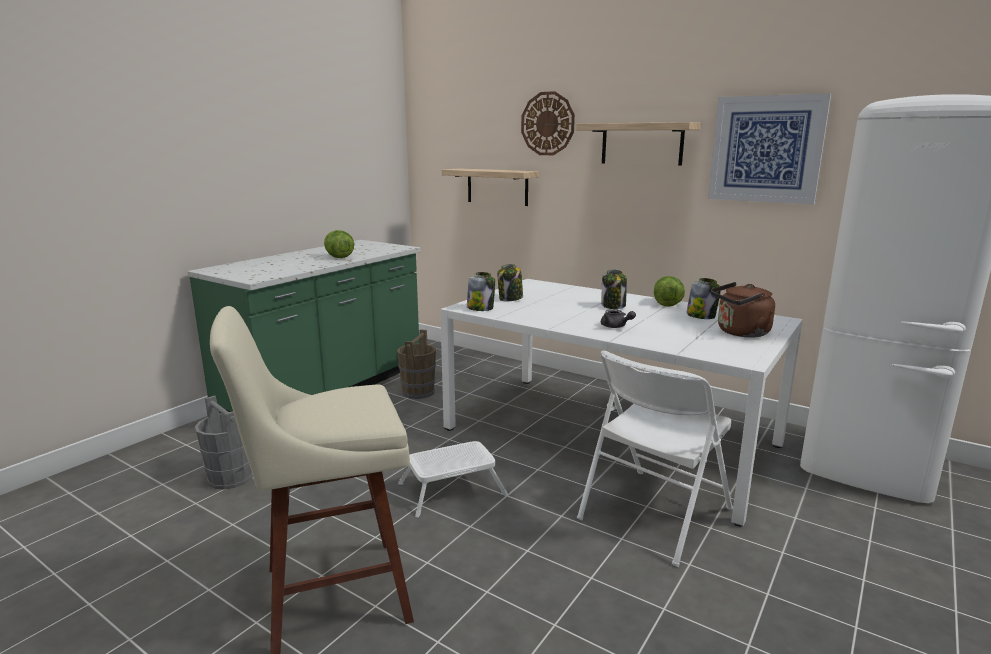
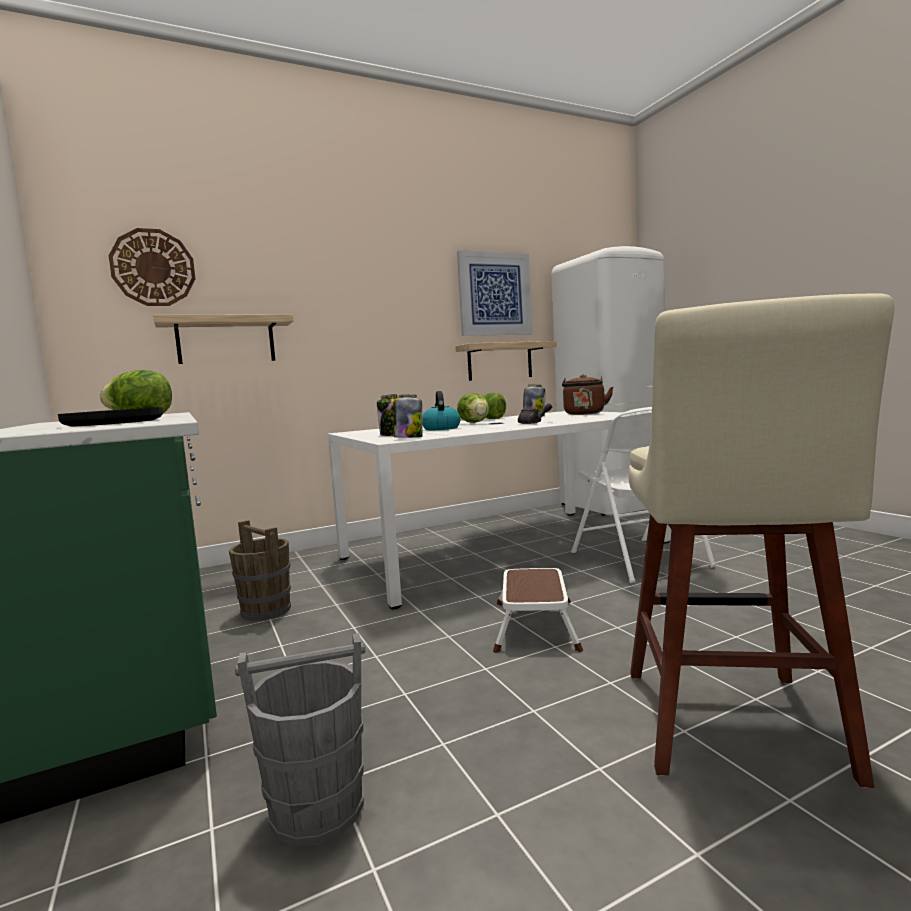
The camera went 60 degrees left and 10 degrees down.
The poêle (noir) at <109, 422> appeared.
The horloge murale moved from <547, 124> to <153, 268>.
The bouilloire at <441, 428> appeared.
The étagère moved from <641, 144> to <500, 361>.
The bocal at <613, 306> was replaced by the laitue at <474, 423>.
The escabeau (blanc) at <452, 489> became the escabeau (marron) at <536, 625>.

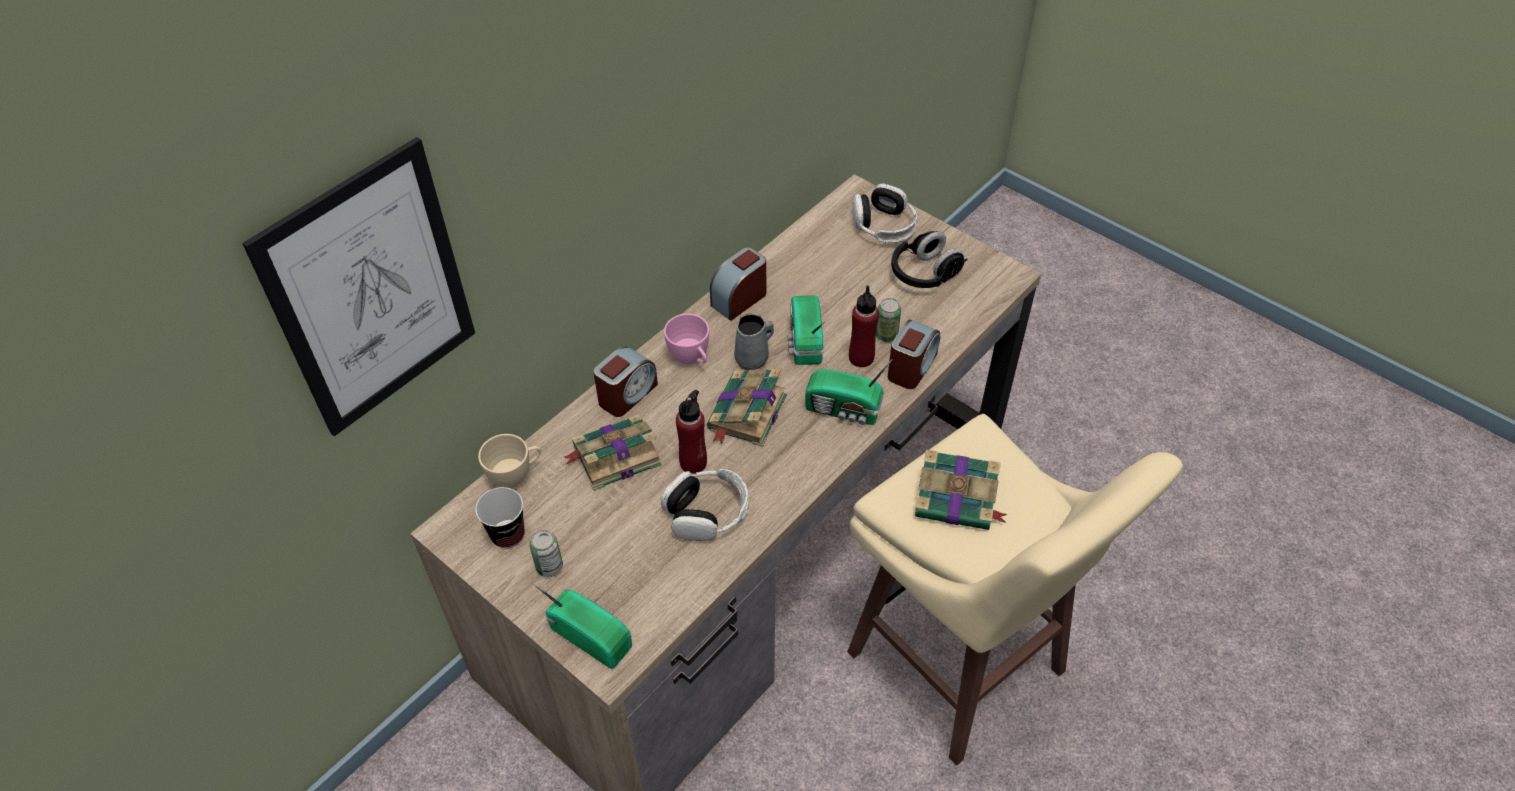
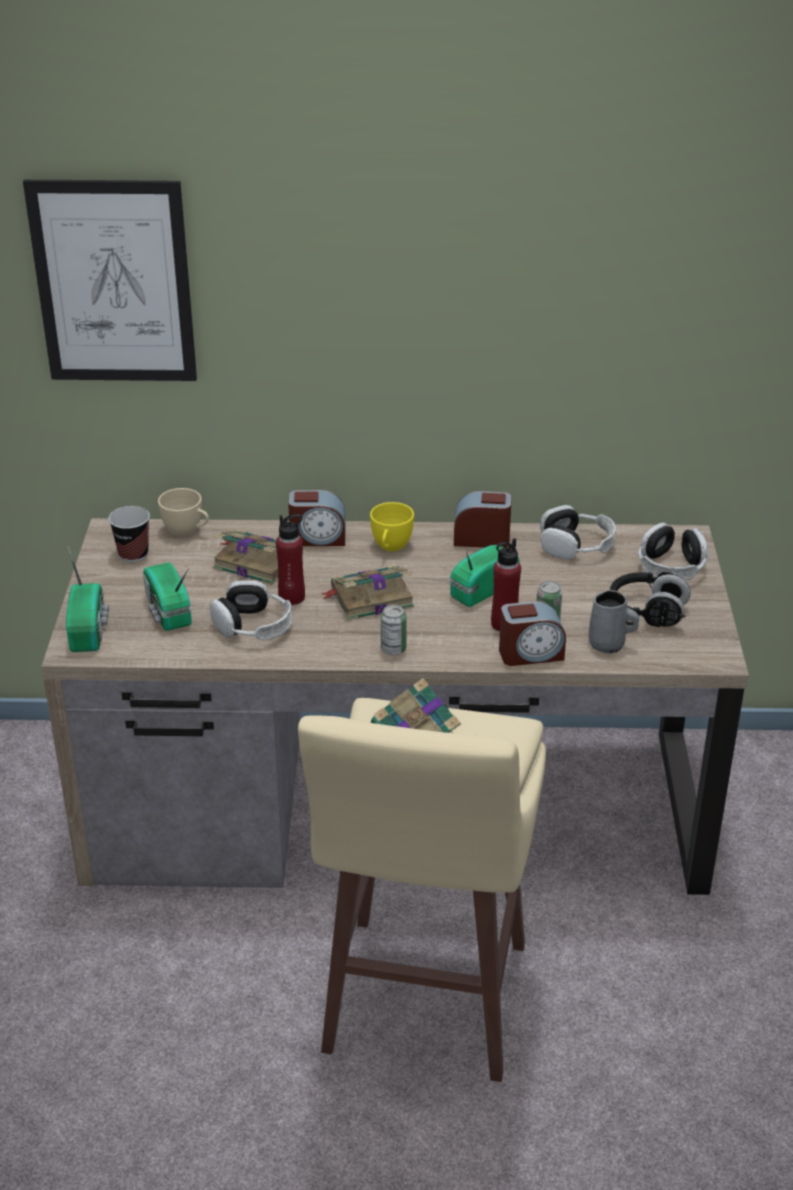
The camera went 50 degrees right and 15 degrees down.
The radio moved from <844, 410> to <167, 611>.
The tasse (rose) at <691, 358> became the tasse (jaune) at <390, 547>.
The boîte métallique moved from <549, 567> to <393, 649>.
The casque audio at <576, 545> appeared.
The mug (gris) moved from <753, 359> to <608, 645>.

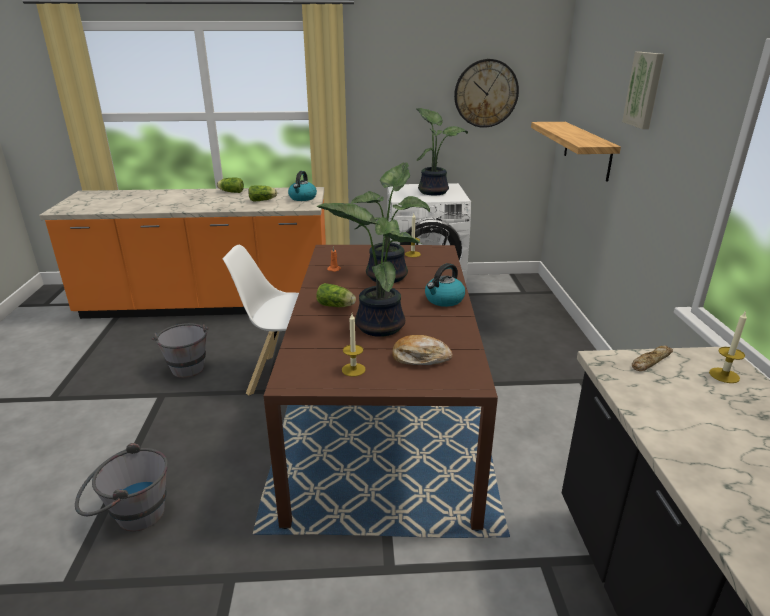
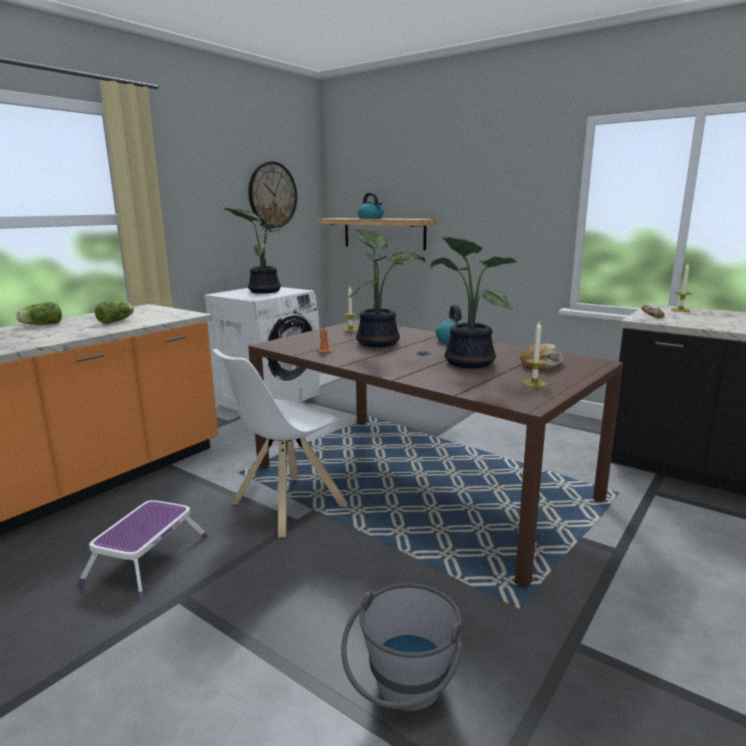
The camera went 50 degrees left and 10 degrees down.
The seau (gris) at <186, 365> was replaced by the escabeau (violet) at <147, 559>.
The bouilloire moved from <302, 198> to <371, 218>.
The laitue at <337, 306> disappeared.
The tableau at <645, 90> disappeared.

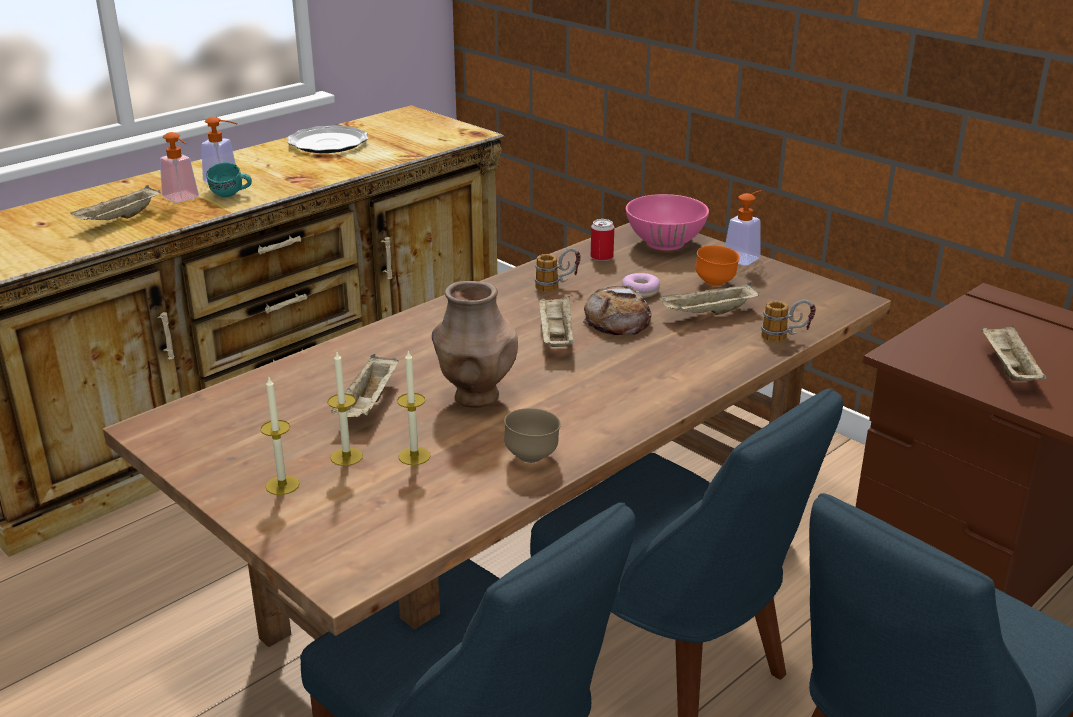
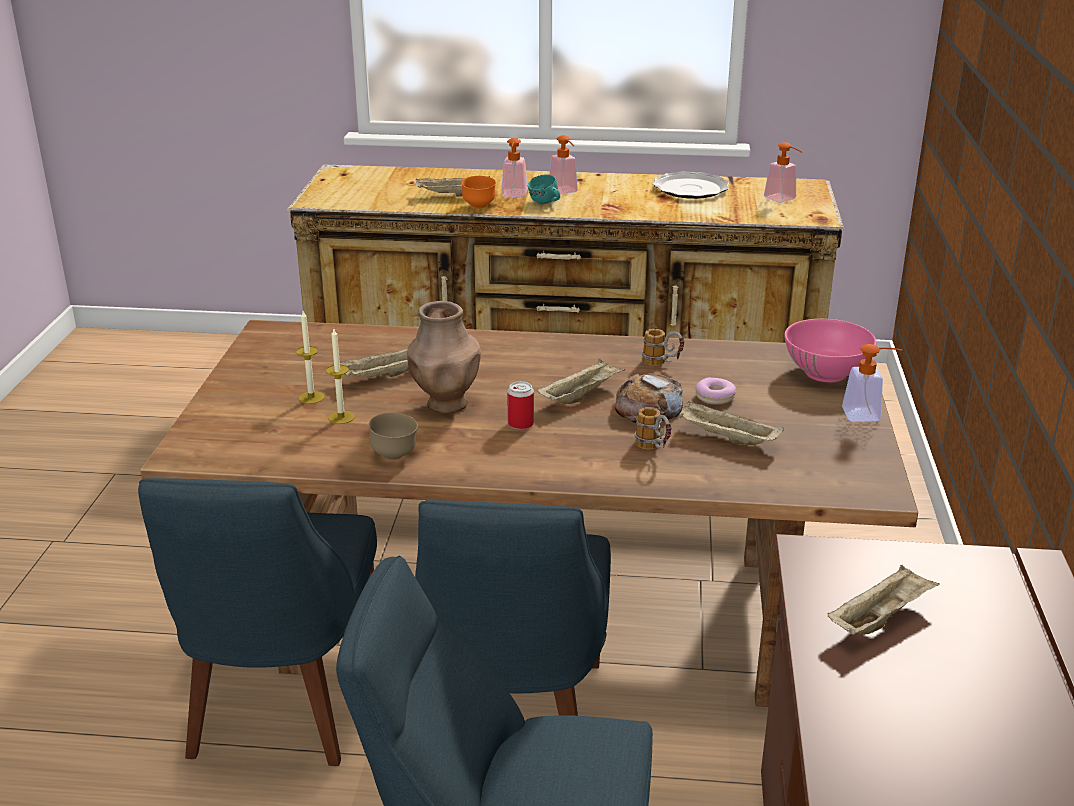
The camera went 50 degrees right and 0 degrees up.
The bol (orange) moved from <715, 284> to <479, 207>.
The boîte métallique moved from <601, 257> to <520, 424>.
The mug moved from <786, 337> to <654, 449>.
The distributeur de savon at <783, 200> appeared.
The bougie at <282, 485> disappeared.

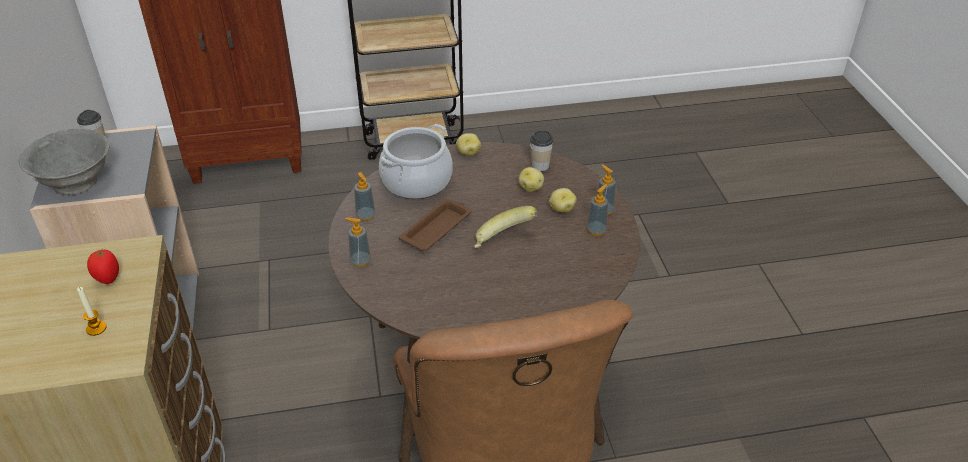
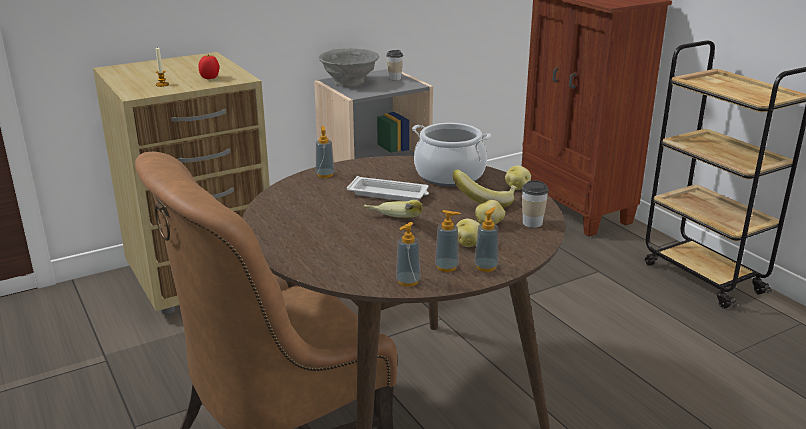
The camera went 70 degrees right and 15 degrees down.
The plateau (marron) at <437, 228> became the plateau (blanc) at <389, 194>.
The distributeur de savon moved from <366, 216> to <408, 281>.
The banane at <485, 201> appeared.

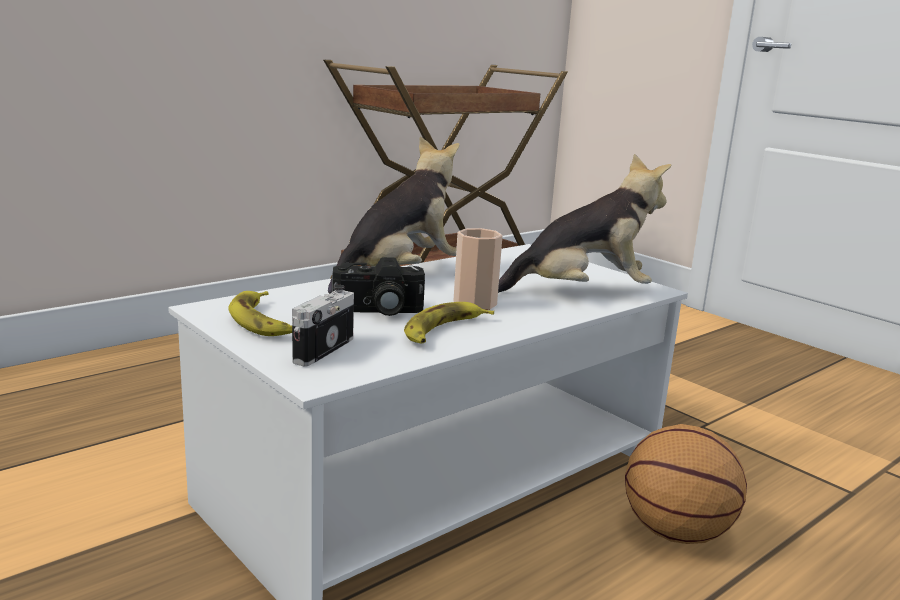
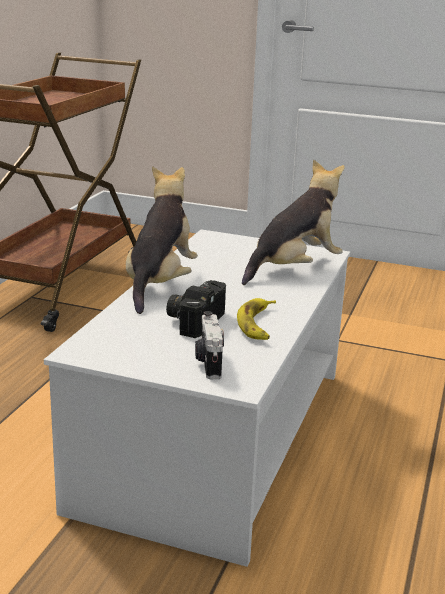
The camera went 30 degrees left and 5 degrees up.
The appareil photo at <377, 311> turned 150 degrees clockwise.
The banane at <262, 321> disappeared.
The tasse at <475, 303> disappeared.
The ballon de basket at <675, 533> disappeared.

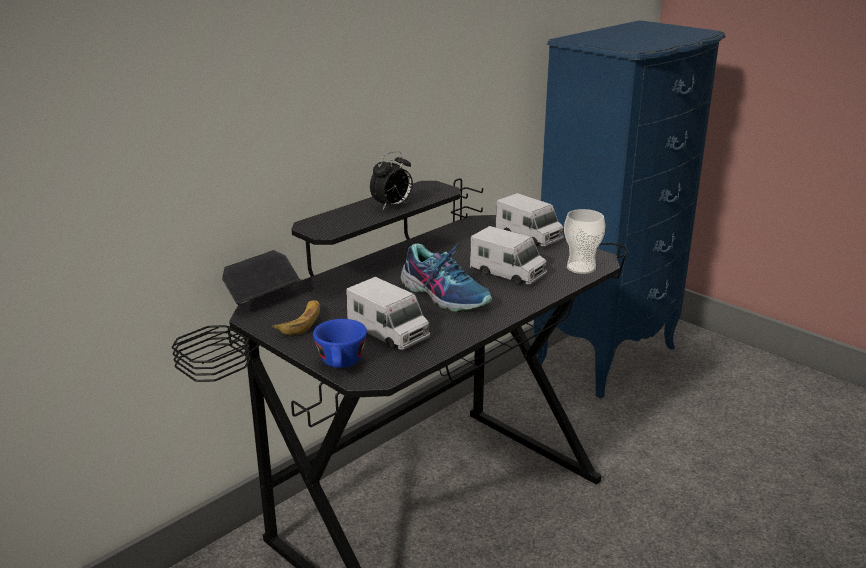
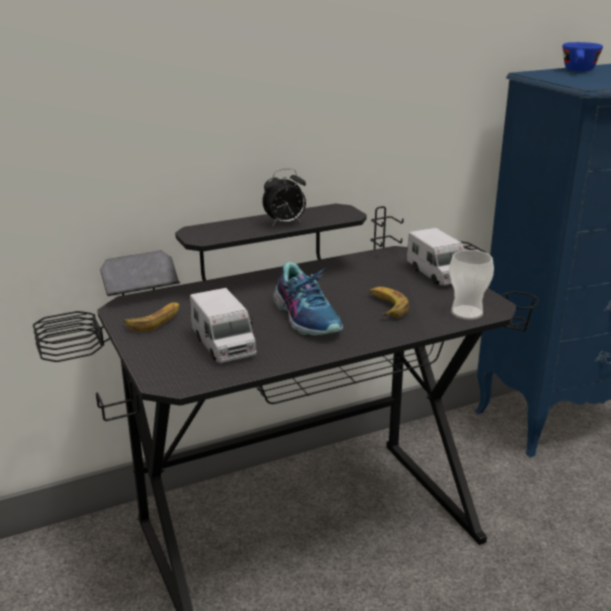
The camera went 20 degrees right and 0 degrees up.
The camion jouet at <508, 273> was replaced by the banane at <386, 307>.
The tasse (bleu) moved from <341, 364> to <579, 71>.

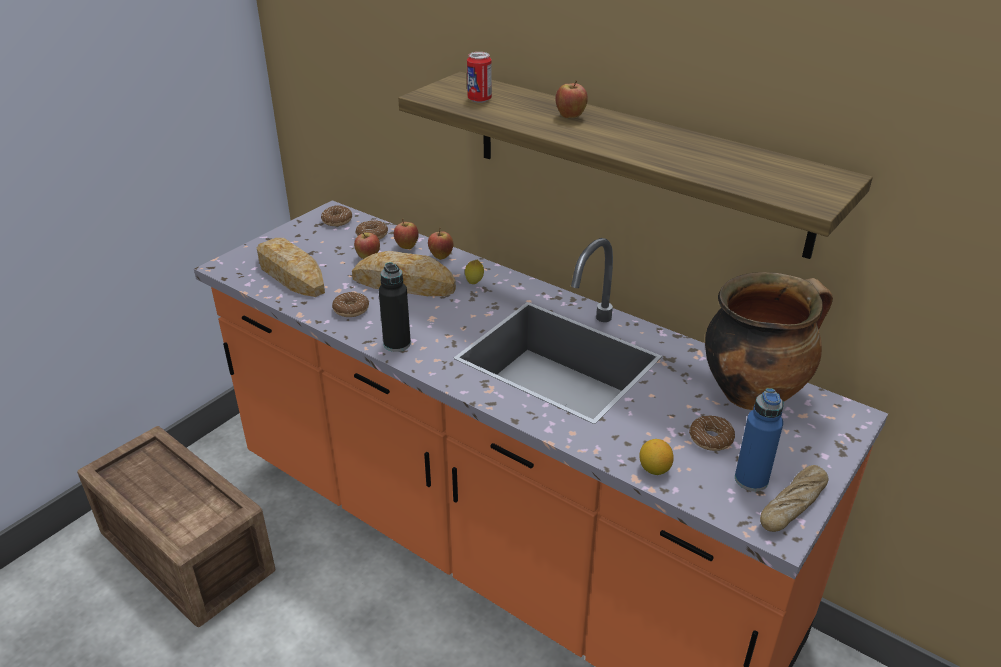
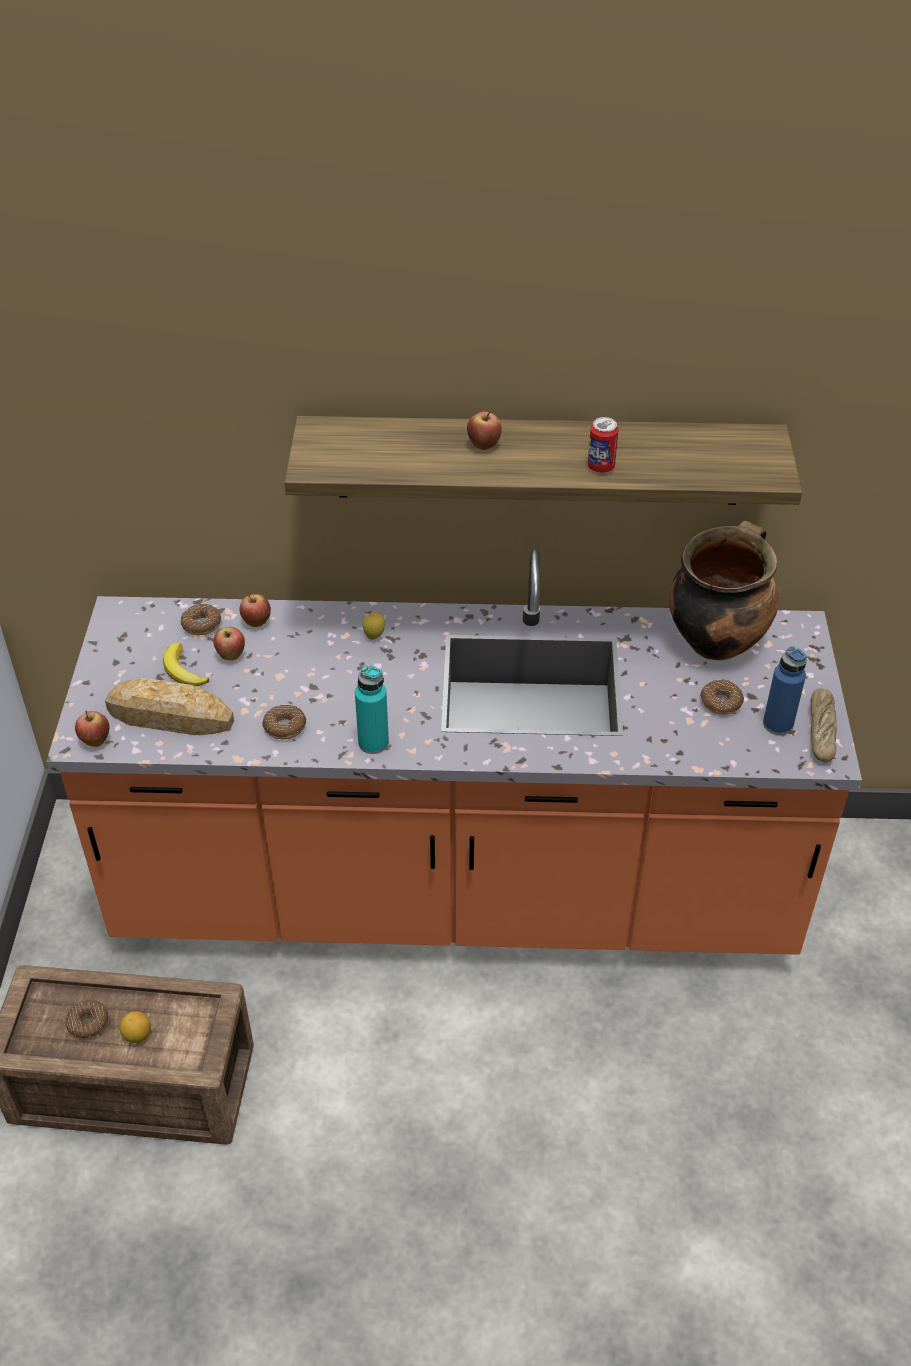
The camera went 35 degrees left and 10 degrees up.
The beignet moved from <337, 221> to <88, 1023>.
The pomme moved from <441, 257> to <95, 741>.
The citron moved from <654, 469> to <137, 1035>.
The banane at <183, 670> appeared.
The bouteille (noir) at <397, 344> became the bouteille (turquoise) at <373, 742>.
The boîte métallique moved from <479, 100> to <601, 467>.
The pain at <404, 283> disappeared.

